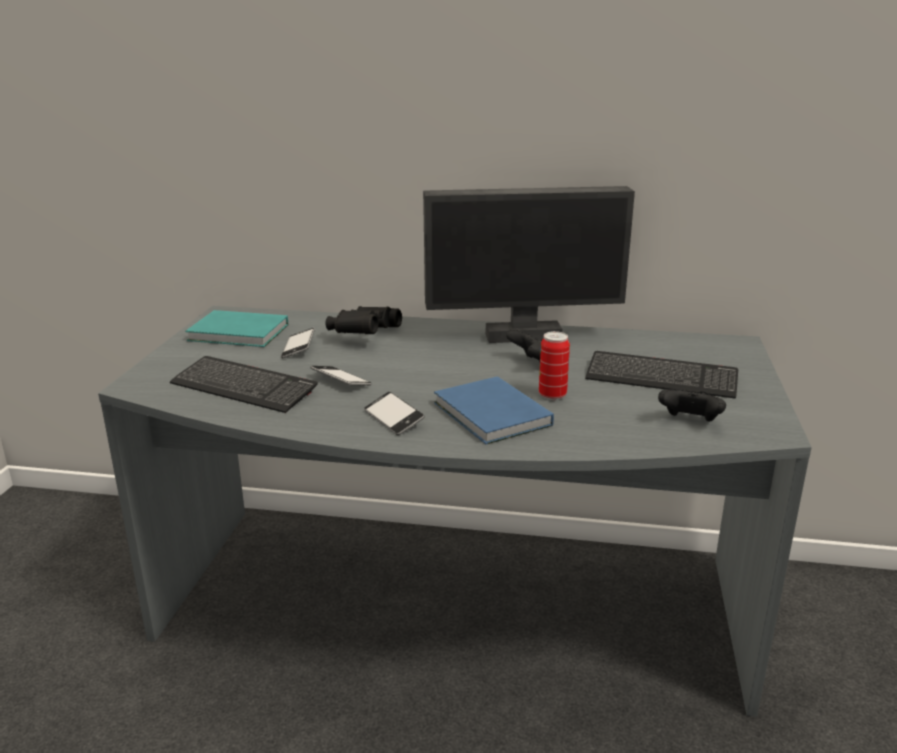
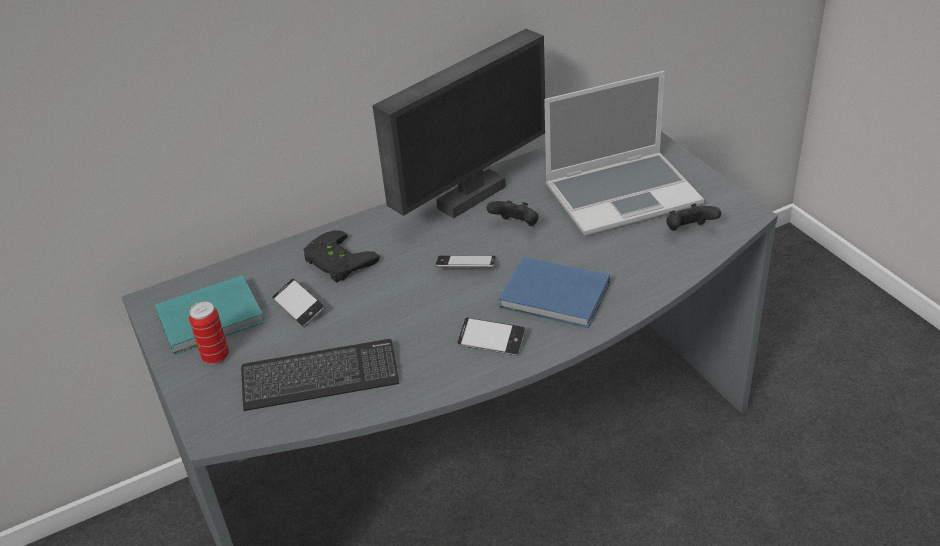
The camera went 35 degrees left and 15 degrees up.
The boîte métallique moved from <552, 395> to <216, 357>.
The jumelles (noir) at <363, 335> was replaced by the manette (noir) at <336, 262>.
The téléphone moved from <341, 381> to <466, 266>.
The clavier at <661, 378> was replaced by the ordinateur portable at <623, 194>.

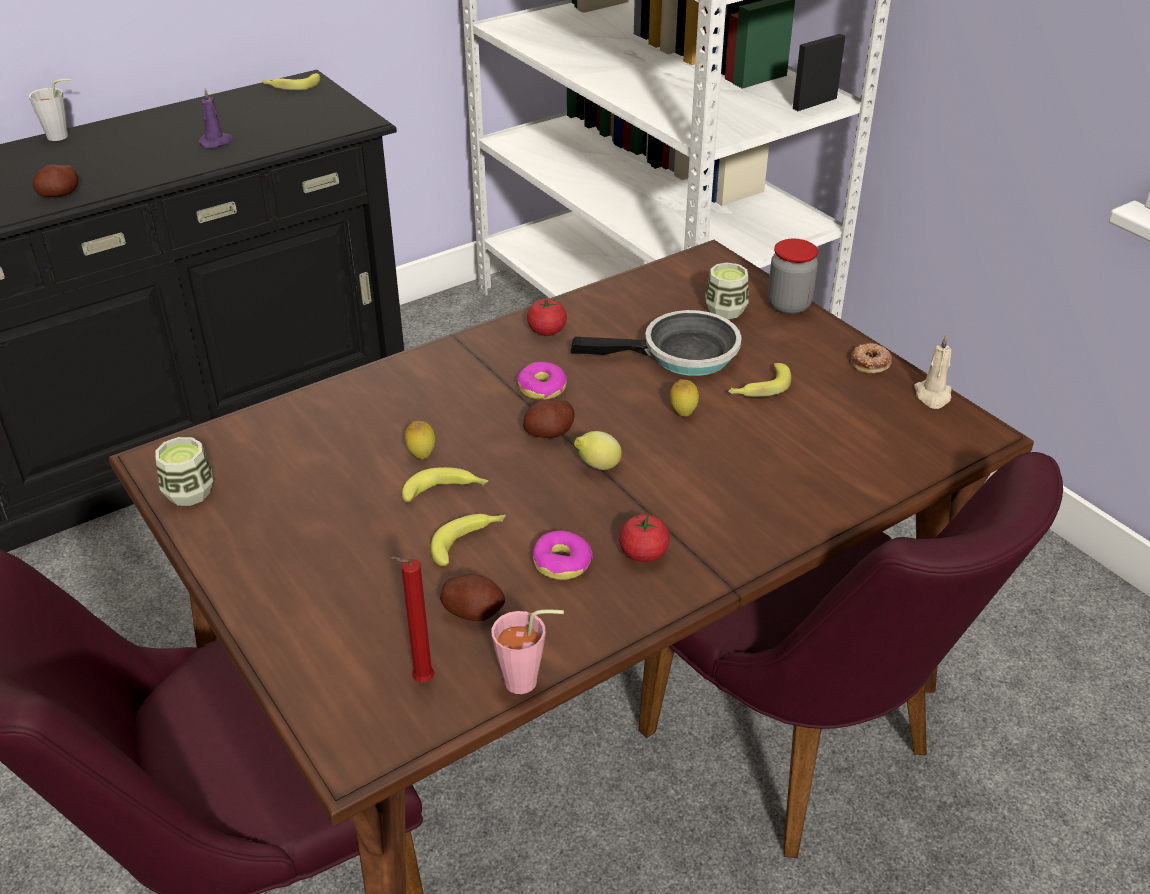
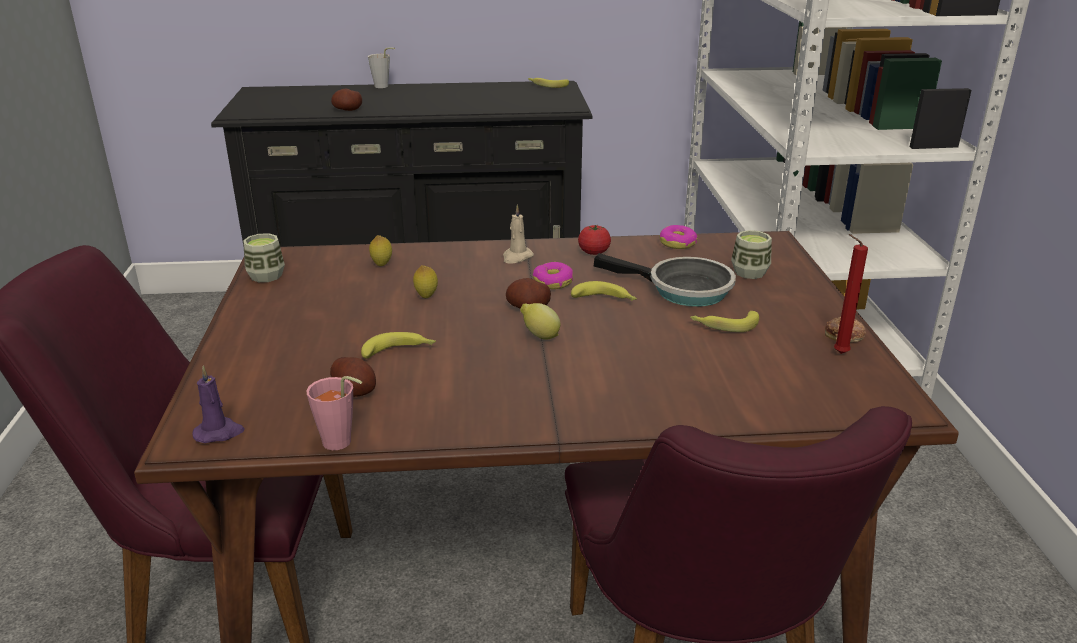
The camera went 30 degrees right and 10 degrees down.
The bougie (violet) moved from <217, 142> to <219, 432>.
The citron moved from <683, 413> to <382, 264>.
The bougie (beige) moved from <932, 396> to <517, 257>.
The banane moved from <446, 491> to <605, 300>.
The beignet moved from <562, 563> to <678, 243>.
The bougie (rouge) moved from <420, 681> to <838, 353>.
The tomate at <643, 553> disappeared.
The bocal at <789, 305> disappeared.

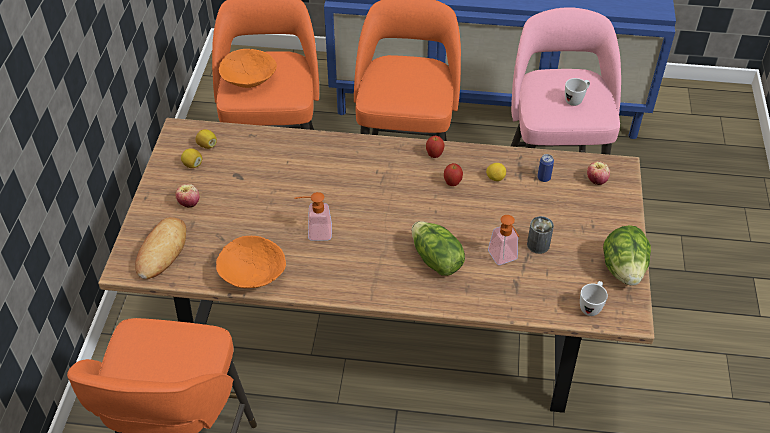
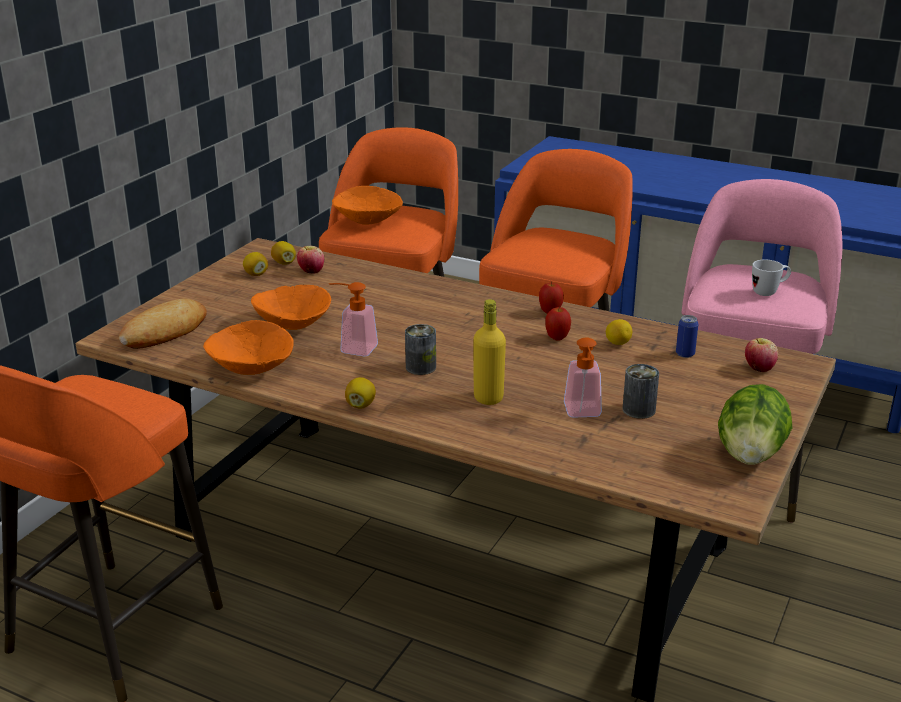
The camera went 20 degrees right and 20 degrees down.
The bol (orange) at <292, 325> appeared.
The pomme moved from <189, 203> to <311, 271>.
The citron at <360, 405> appeared.
The boîte métallique at <421, 367> appeared.
The laitue at <435, 260> was replaced by the bouteille (jaune) at <488, 398>.
The mug (blanc) at <591, 306> disappeared.

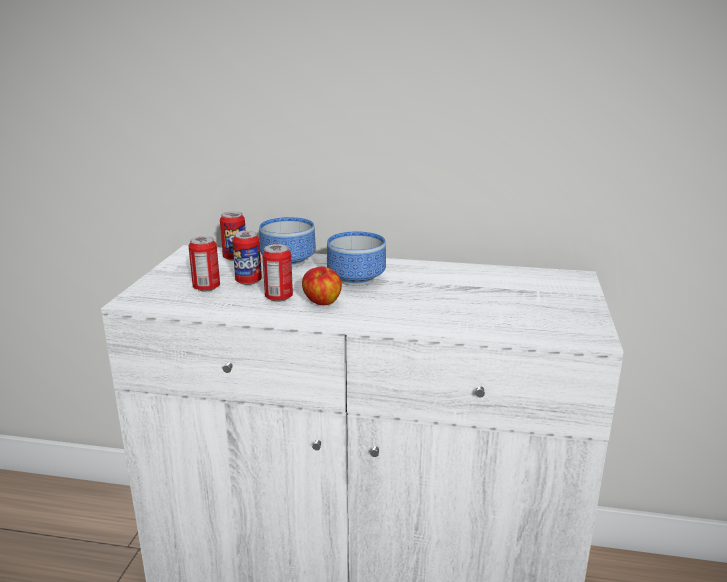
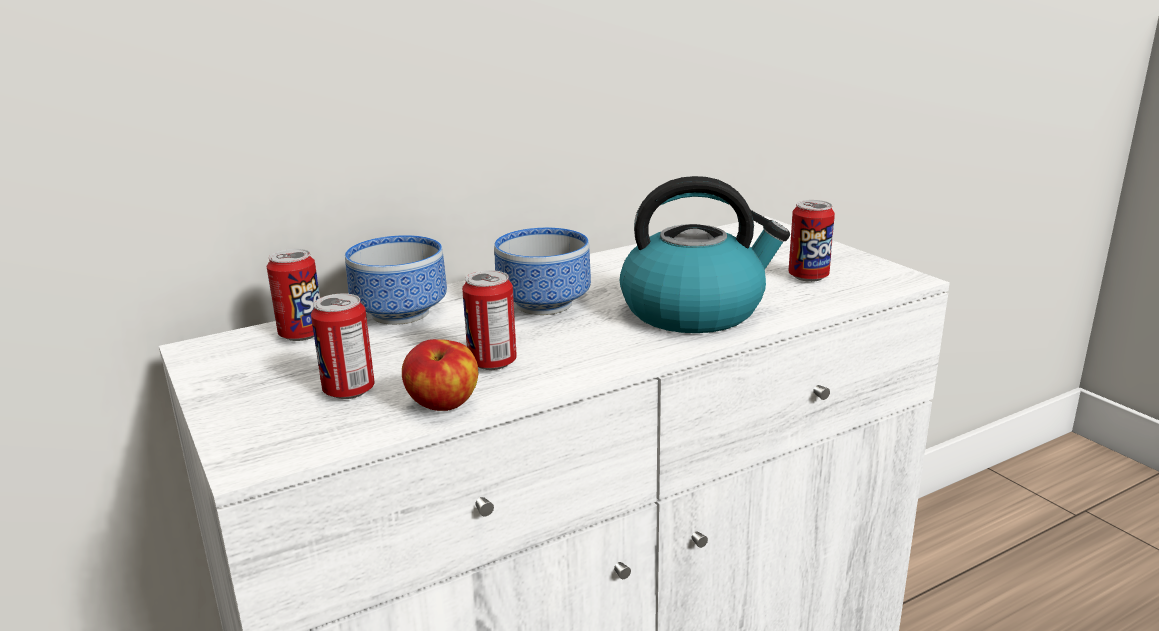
The camera went 40 degrees left and 0 degrees up.
The pomme moved from <322, 303> to <443, 406>.
The bouilloire at <694, 310> appeared.
The boîte métallique moved from <248, 281> to <808, 276>.

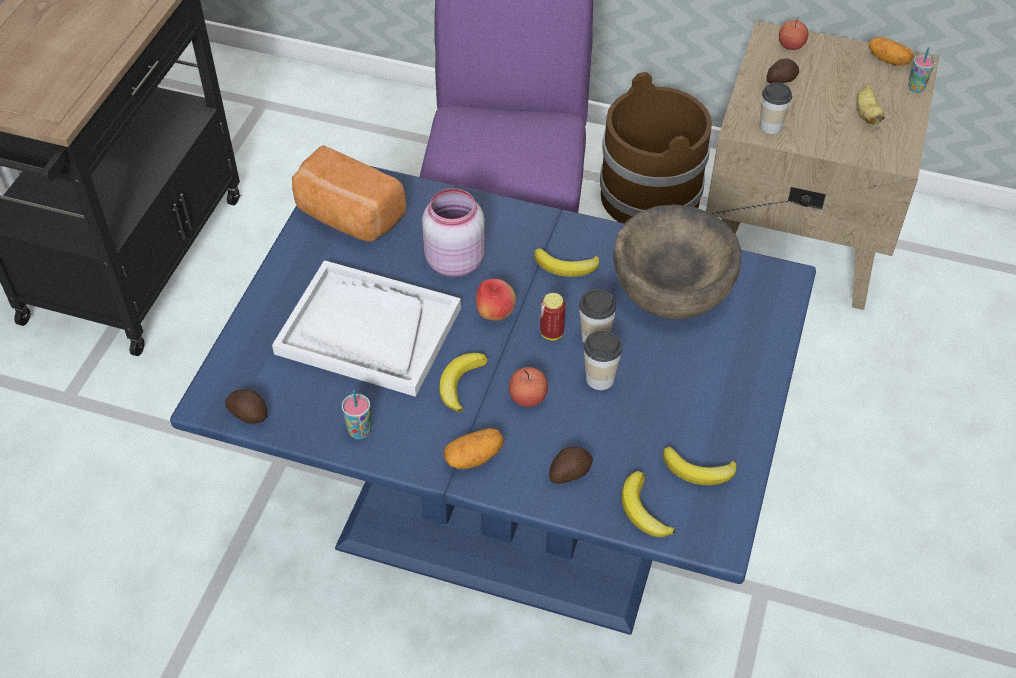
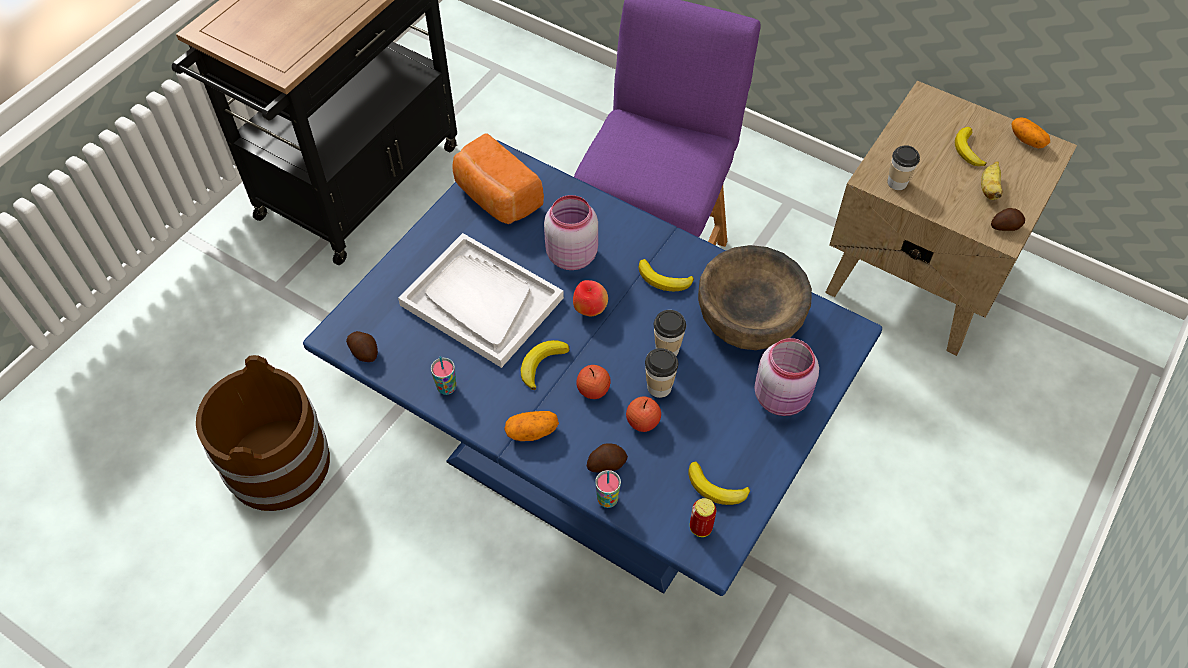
The camera went 15 degrees right and 5 degrees up.
The seau (marron) moved from <649, 195> to <278, 463>.
The tasse moved from <916, 88> to <607, 500>.
The pomme moved from <791, 45> to <643, 422>.
The boîte métallique moved from <551, 333> to <700, 528>.
The bocal (rose) at <782, 397> appeared.
The banane moved from <643, 510> to <967, 150>.
The pomme de terre moved from <780, 79> to <1005, 226>.

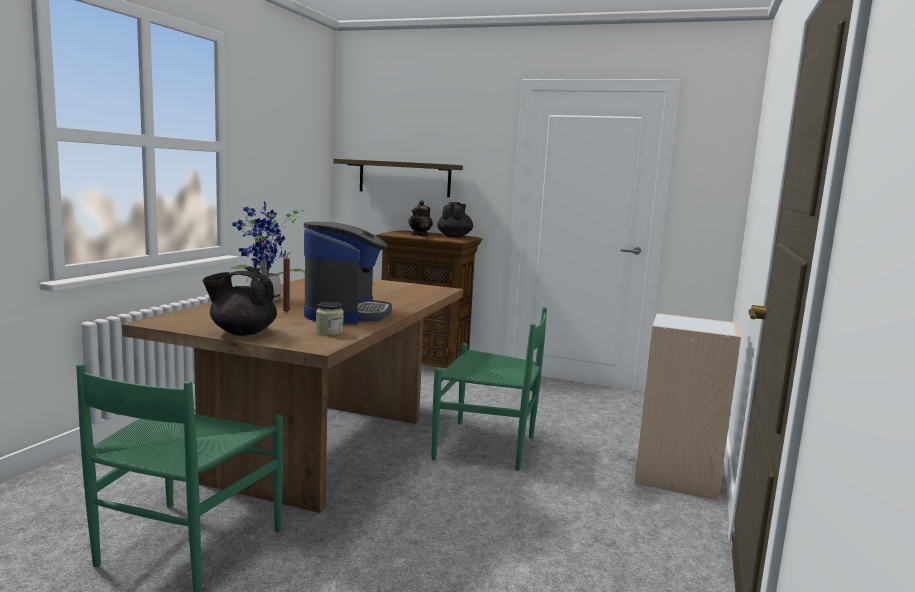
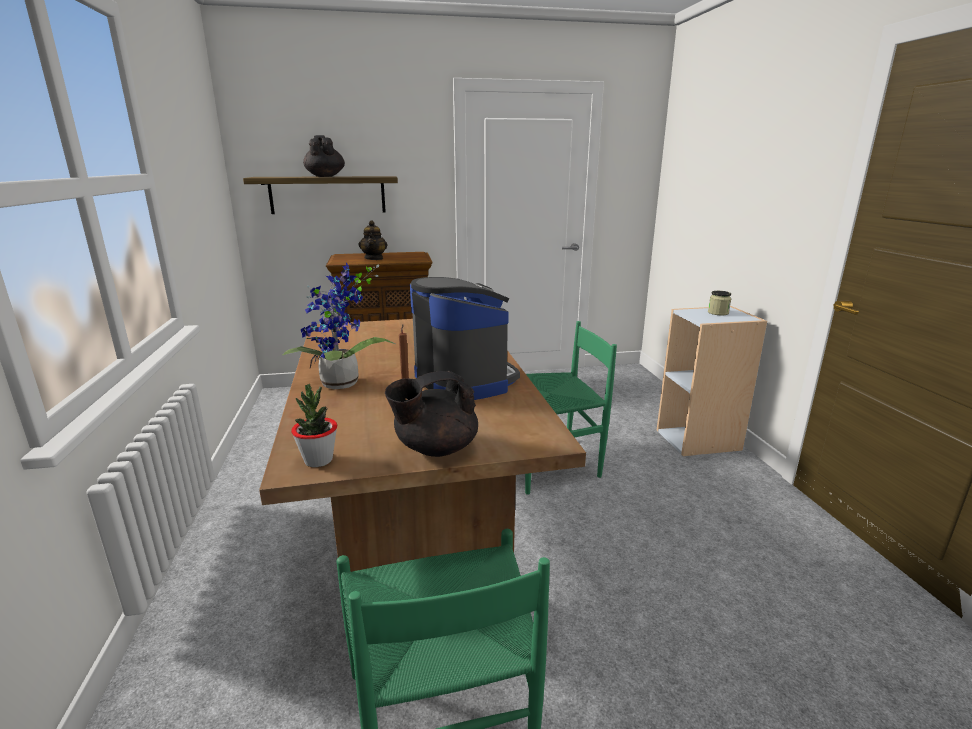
The camera went 30 degrees left and 10 degrees up.
The plante en pot at <318, 460> appeared.
The théière (noir) moved from <454, 236> to <325, 176>.
The bocal moved from <329, 332> to <718, 313>.

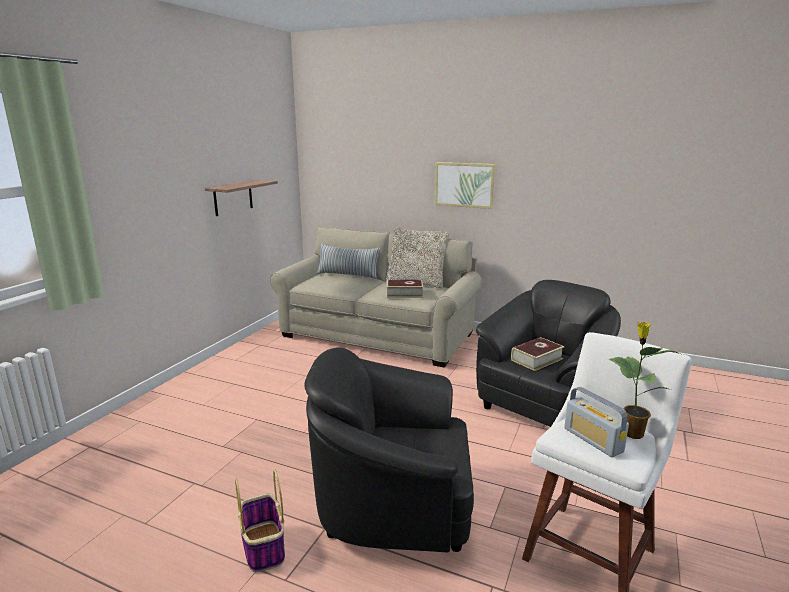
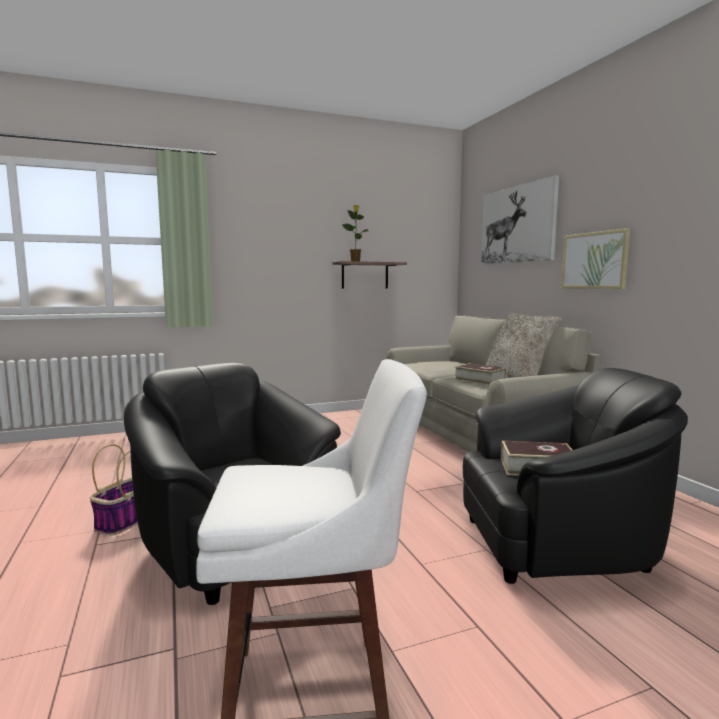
The camera went 45 degrees right and 10 degrees down.
The plante en pot moved from <631, 433> to <355, 261>.
The tableau at <517, 225> appeared.
The coussin at <348, 275> disappeared.
The radio at <593, 440> disappeared.

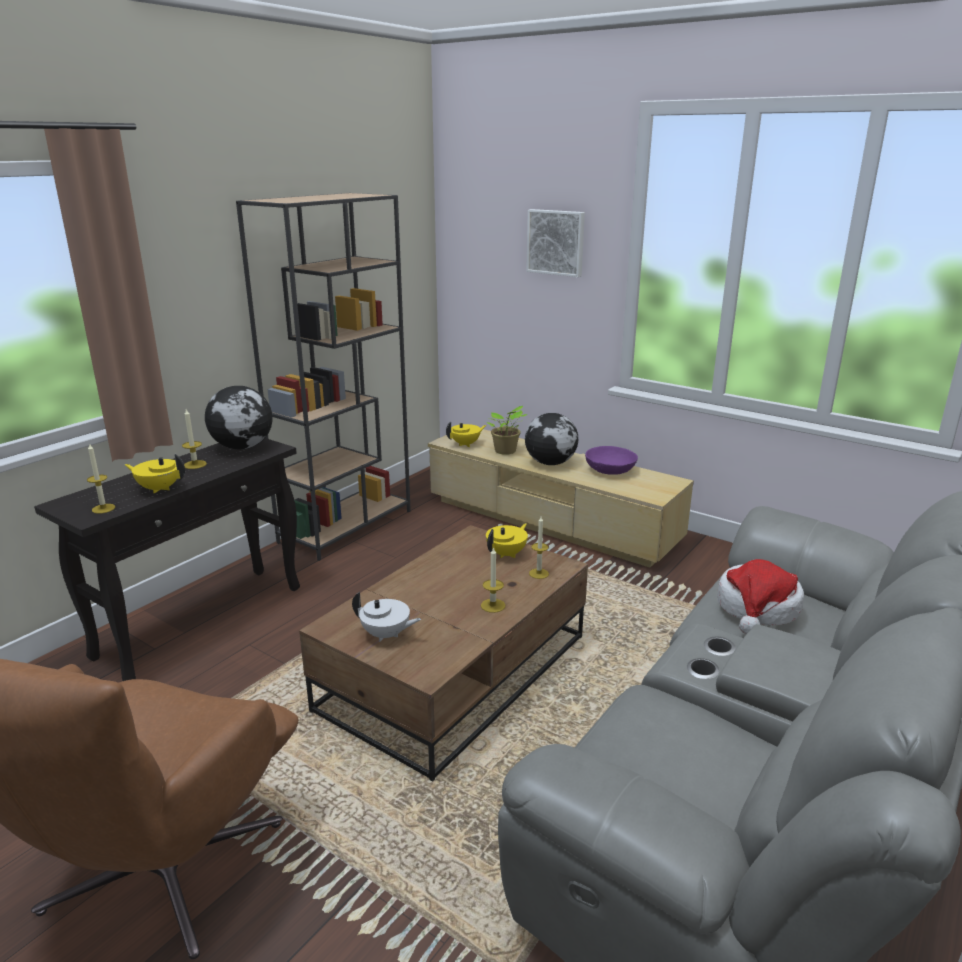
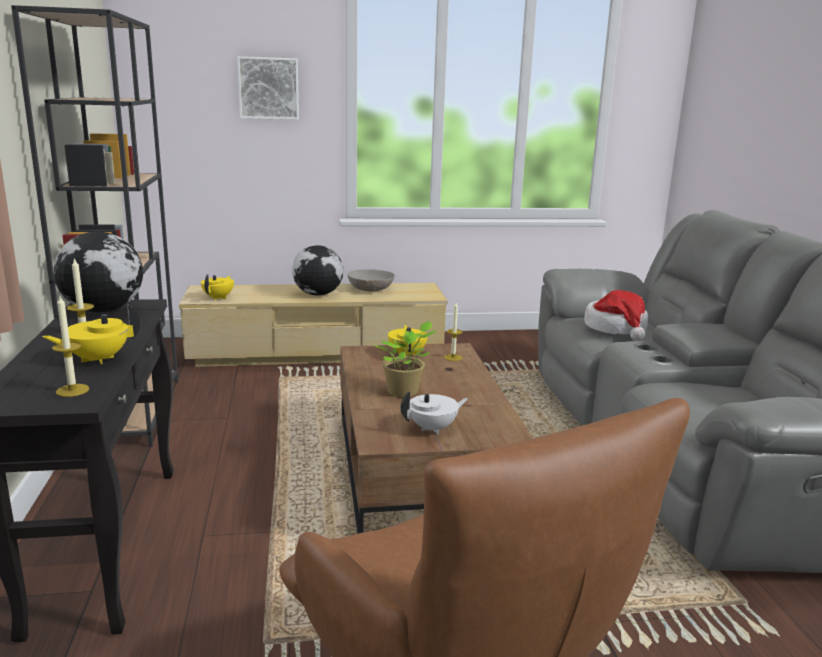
The camera went 45 degrees left and 5 degrees down.
The bol (violet) at <610, 470> became the bol (gris) at <371, 289>.
The plante en pot moved from <506, 451> to <405, 392>.
The bougie at <493, 605> disappeared.

